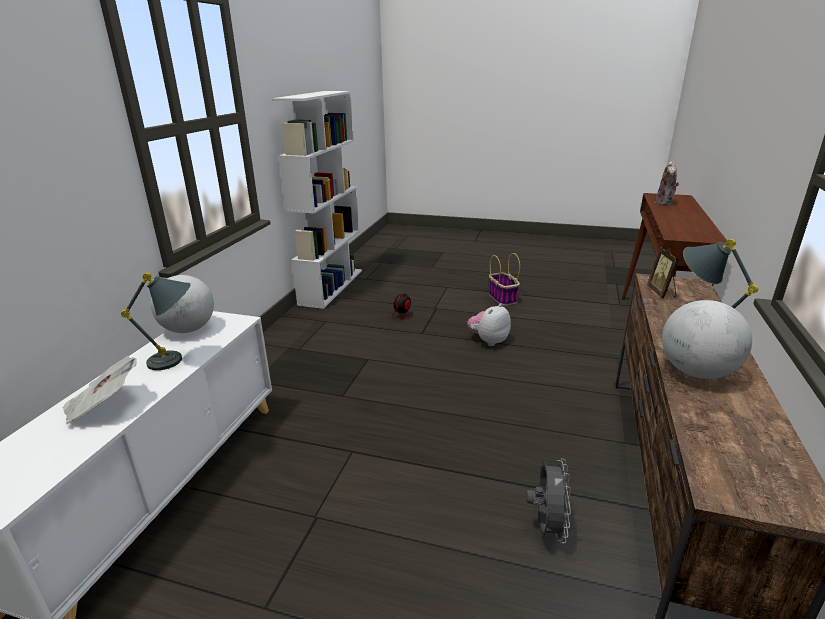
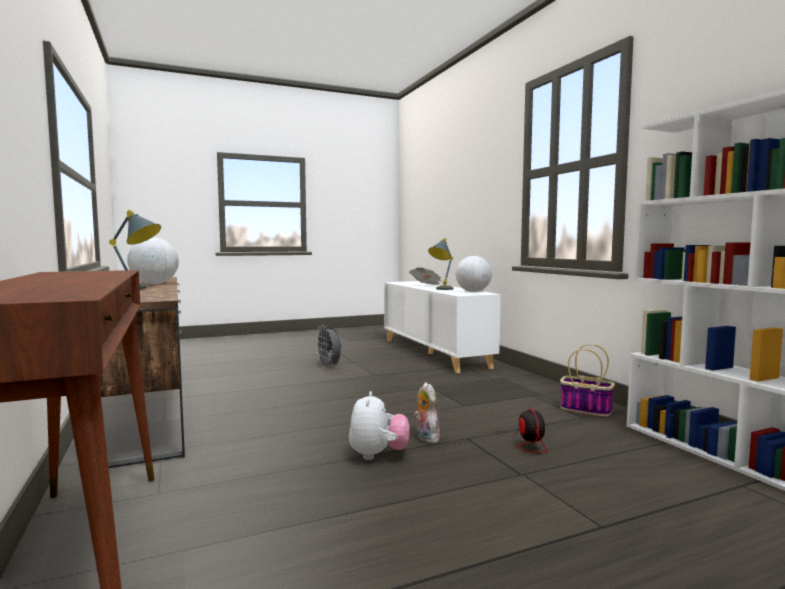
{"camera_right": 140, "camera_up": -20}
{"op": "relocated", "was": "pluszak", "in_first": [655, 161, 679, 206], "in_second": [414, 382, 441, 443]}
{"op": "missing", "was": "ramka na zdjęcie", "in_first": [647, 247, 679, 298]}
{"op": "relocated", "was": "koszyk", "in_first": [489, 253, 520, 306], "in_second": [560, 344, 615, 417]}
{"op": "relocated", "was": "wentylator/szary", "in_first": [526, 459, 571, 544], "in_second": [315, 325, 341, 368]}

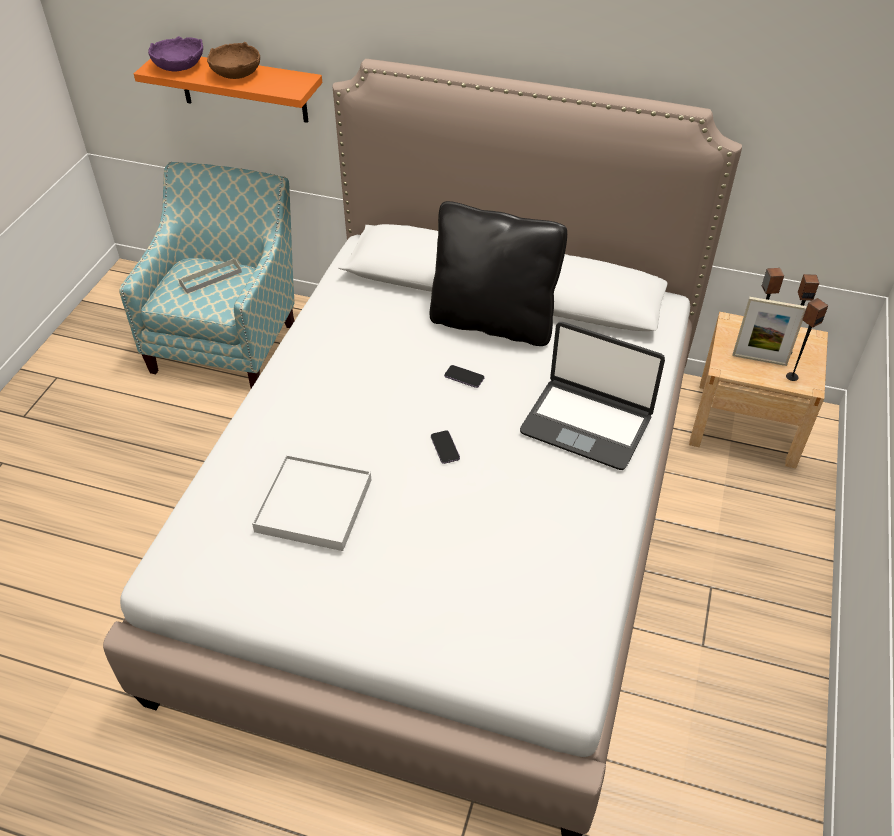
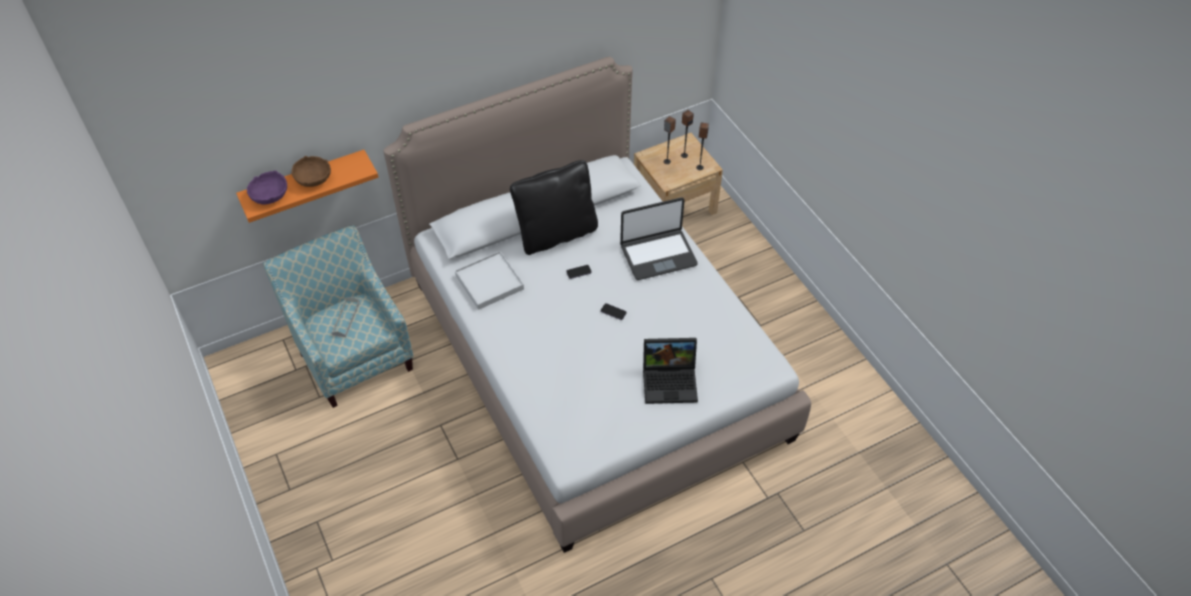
{"camera_right": -45, "camera_up": 5}
{"op": "missing", "was": "ramka na zdjęcie", "in_first": [732, 297, 807, 366]}
{"op": "relocated", "was": "taca/biały", "in_first": [252, 455, 371, 551], "in_second": [455, 251, 524, 310]}
{"op": "appeared", "now": "laptop", "in_second": [643, 338, 698, 404]}

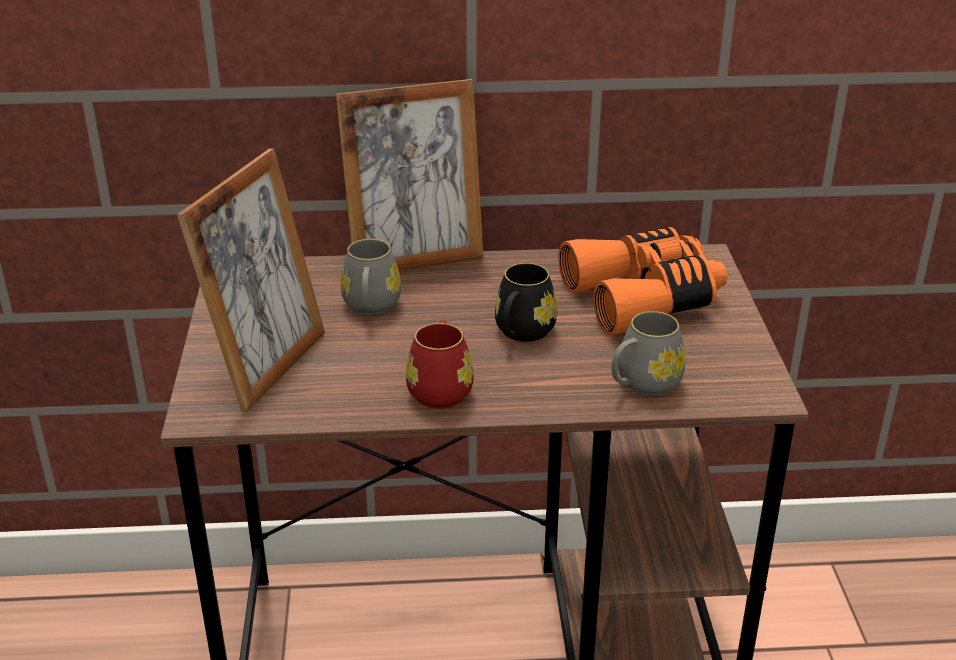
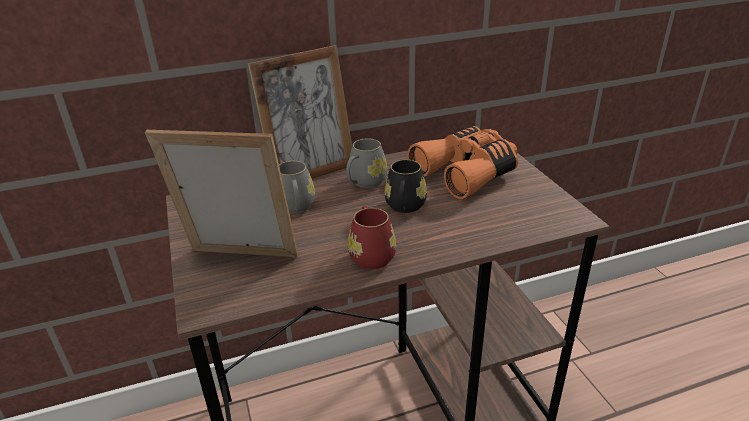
{"camera_right": -15, "camera_up": 0}
{"op": "spun", "was": "ramka na zdjęcie", "in_first": [177, 148, 325, 412], "in_second": [145, 130, 298, 257], "clockwise": -90}
{"op": "relocated", "was": "kubek/szary", "in_first": [612, 311, 685, 395], "in_second": [346, 138, 387, 188]}

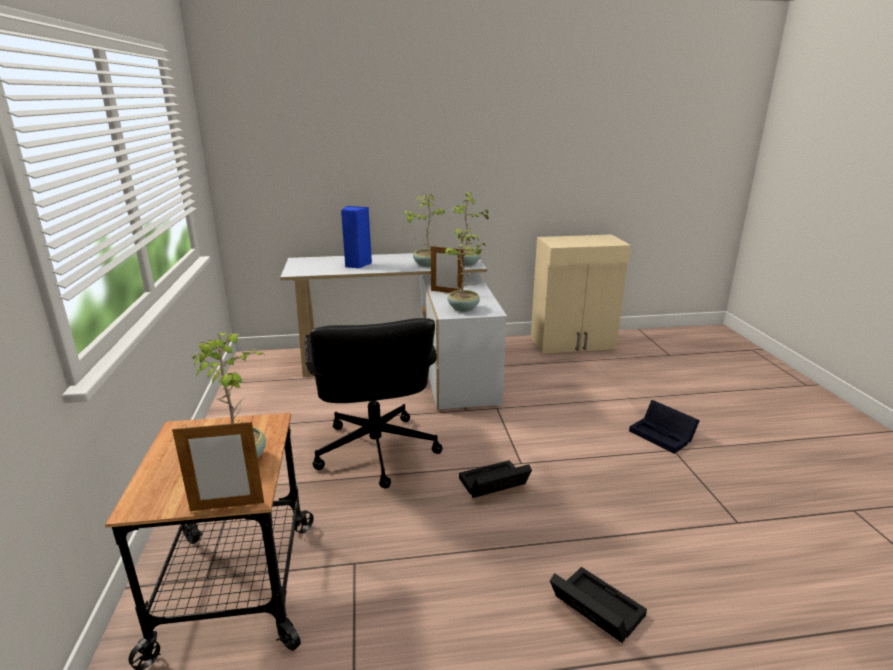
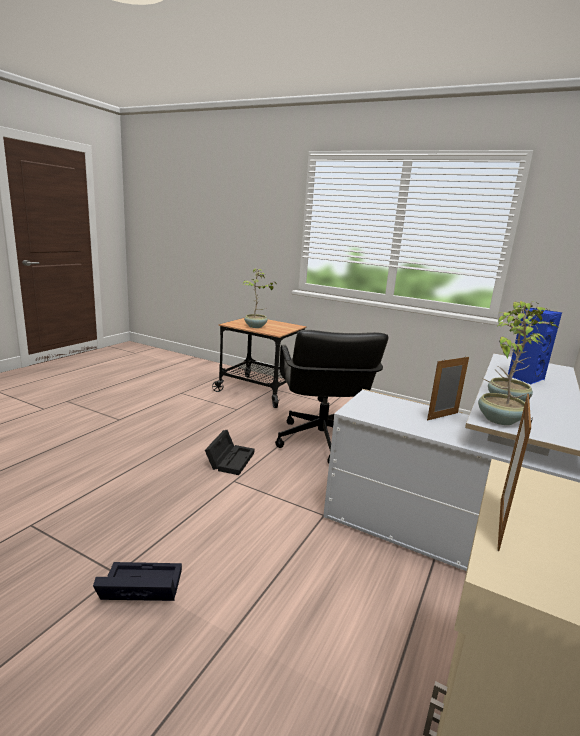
{"camera_right": 125, "camera_up": -5}
{"op": "missing", "was": "roślina doniczkowa", "in_first": [443, 228, 485, 312]}
{"op": "spun", "was": "krzesło biurowe/czarny", "in_first": [305, 318, 443, 489], "in_second": [275, 330, 388, 463], "clockwise": -120}
{"op": "relocated", "was": "ramka na zdjęcie", "in_first": [172, 420, 264, 511], "in_second": [497, 394, 533, 551]}
{"op": "missing", "was": "pojemnik do przechowywania/czarny", "in_first": [550, 567, 647, 643]}

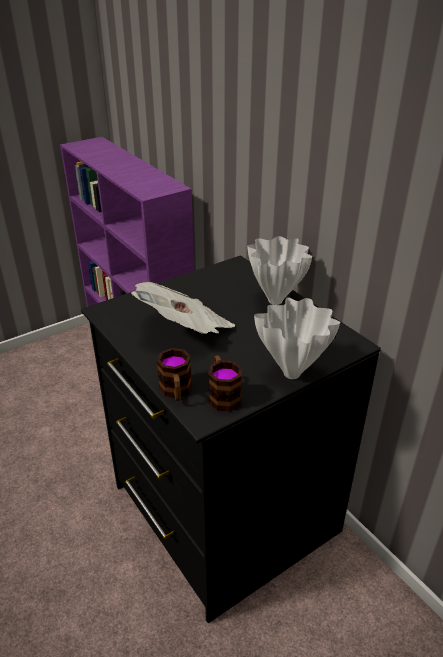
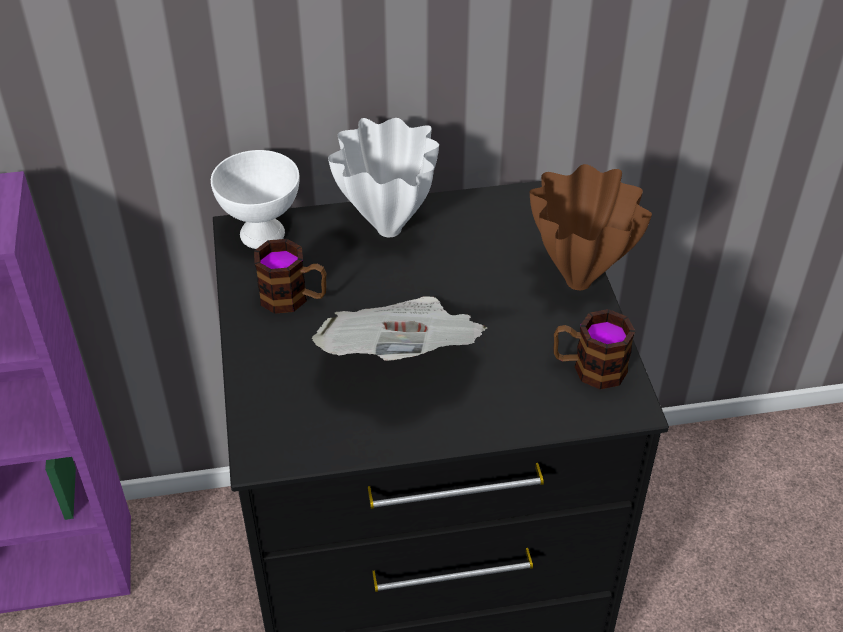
{"camera_right": -65, "camera_up": 10}
{"op": "colour", "was": "wazon/biały", "now": "wazon/brązowy", "in_first": [254, 297, 340, 379], "in_second": [530, 164, 652, 290]}
{"op": "relocated", "was": "kubek", "in_first": [157, 348, 192, 401], "in_second": [254, 239, 327, 314]}
{"op": "appeared", "now": "miska/biały", "in_second": [211, 150, 300, 249]}

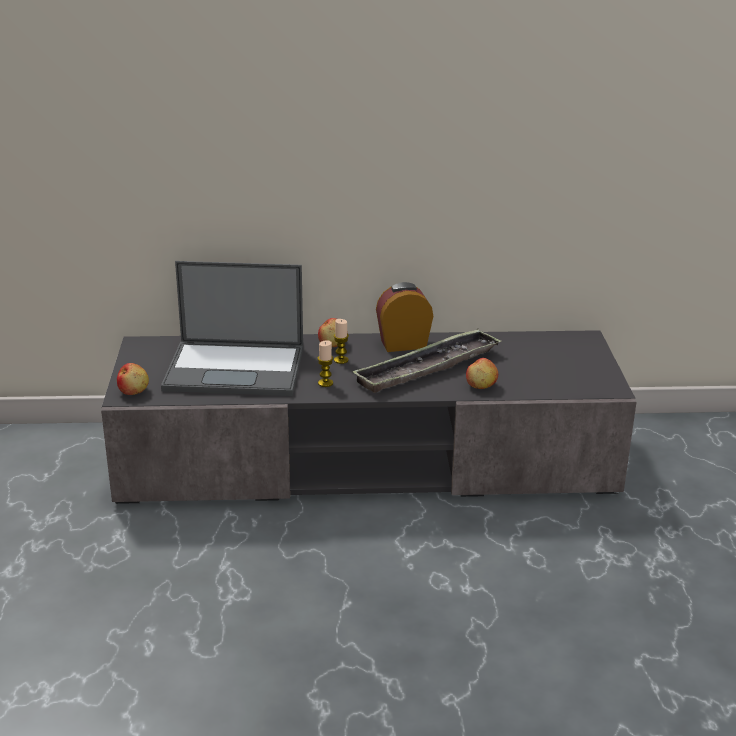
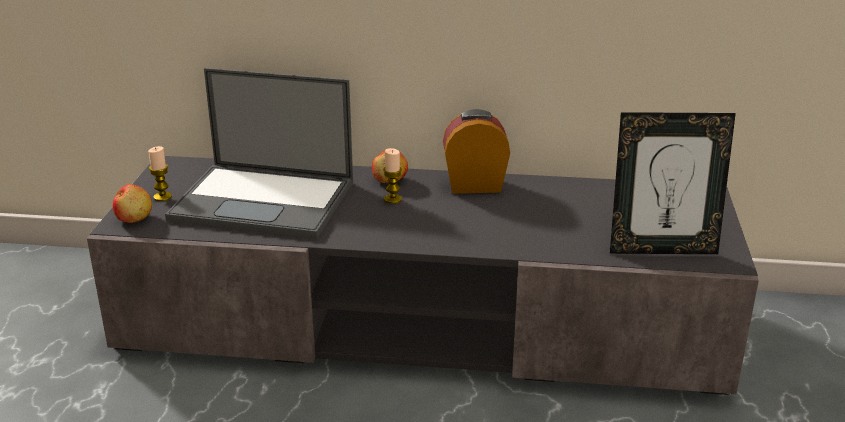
{"camera_right": 10, "camera_up": 0}
{"op": "missing", "was": "taca", "in_first": [352, 328, 502, 393]}
{"op": "relocated", "was": "świeca", "in_first": [318, 340, 333, 387], "in_second": [148, 146, 172, 201]}
{"op": "missing", "was": "jabłko", "in_first": [466, 358, 498, 389]}
{"op": "appeared", "now": "ramka na zdjęcie", "in_second": [610, 112, 736, 254]}

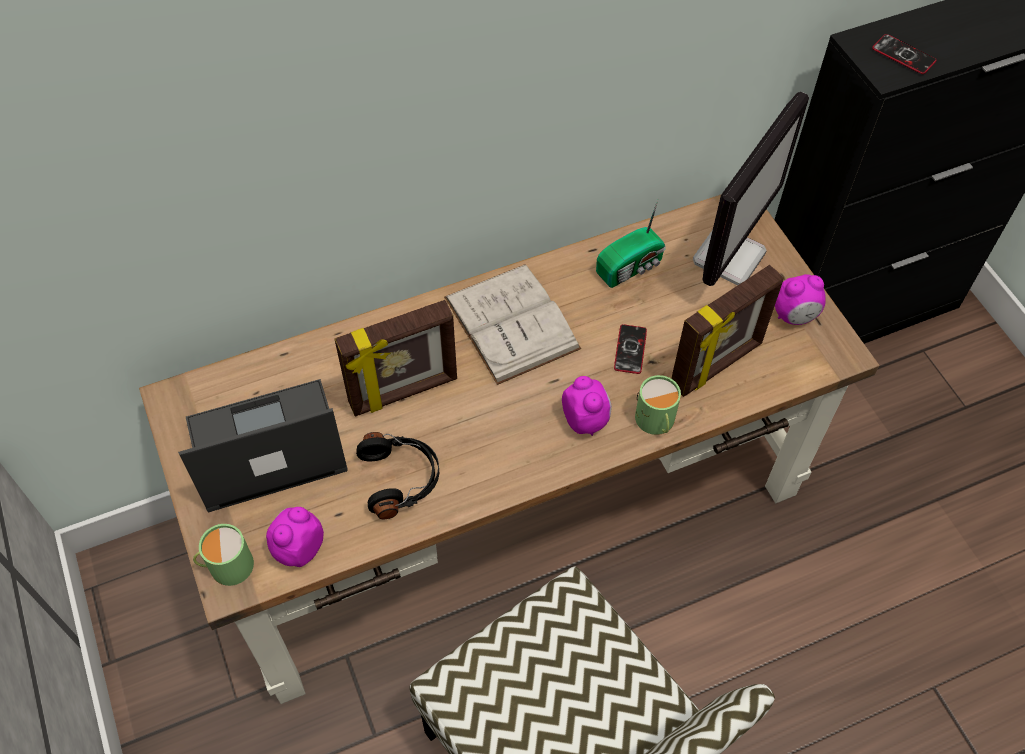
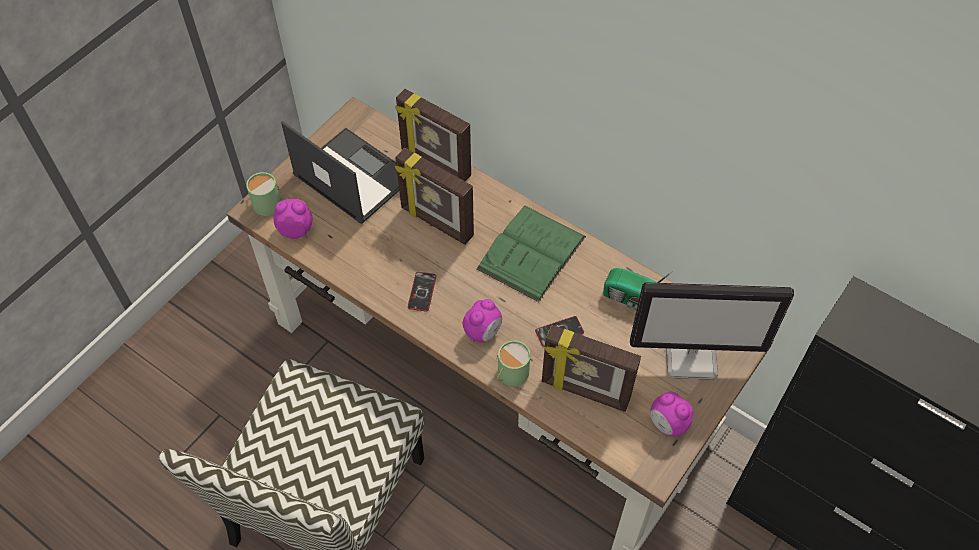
{"camera_right": 60, "camera_up": 0}
{"op": "relocated", "was": "telefon", "in_first": [872, 34, 937, 74], "in_second": [408, 272, 436, 312]}
{"op": "colour", "was": "książka/biały", "now": "książka/zielony", "in_first": [444, 264, 581, 385], "in_second": [476, 206, 586, 302]}
{"op": "missing", "was": "słuchawki/czarny", "in_first": [356, 432, 439, 520]}
{"op": "appeared", "now": "ramka na zdjęcie", "in_second": [395, 89, 471, 182]}

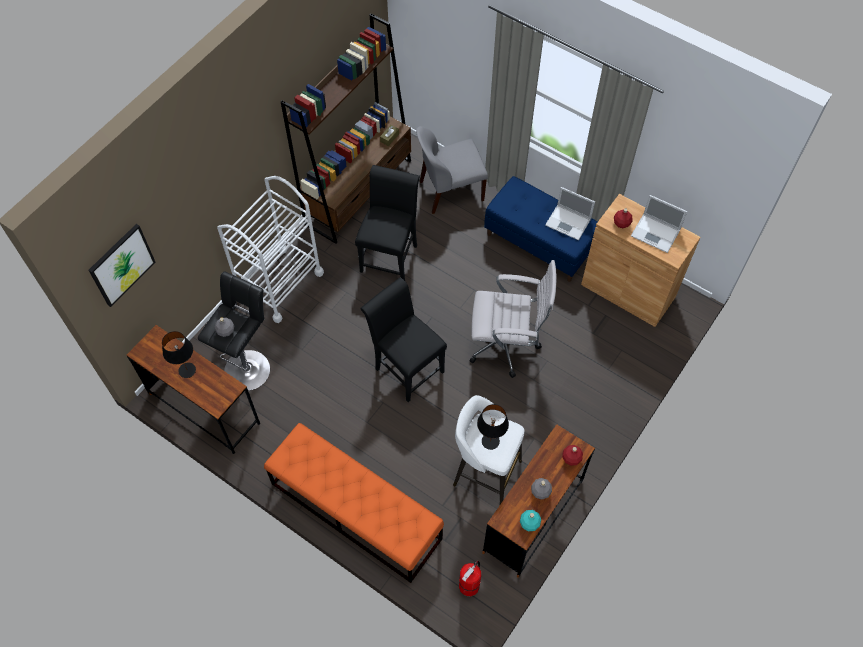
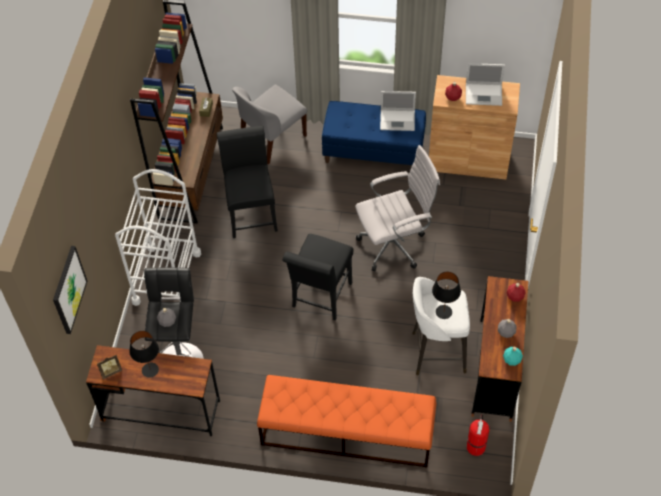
{"camera_right": -25, "camera_up": -5}
{"op": "spun", "was": "krzesło/czarny", "in_first": [360, 278, 447, 402], "in_second": [282, 234, 353, 320], "clockwise": -90}
{"op": "appeared", "now": "ramka na zdjęcie", "in_second": [97, 355, 122, 379]}

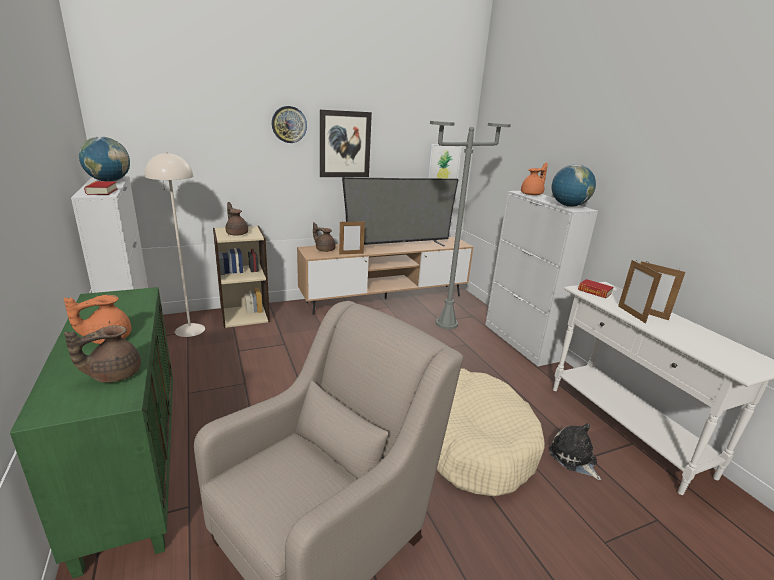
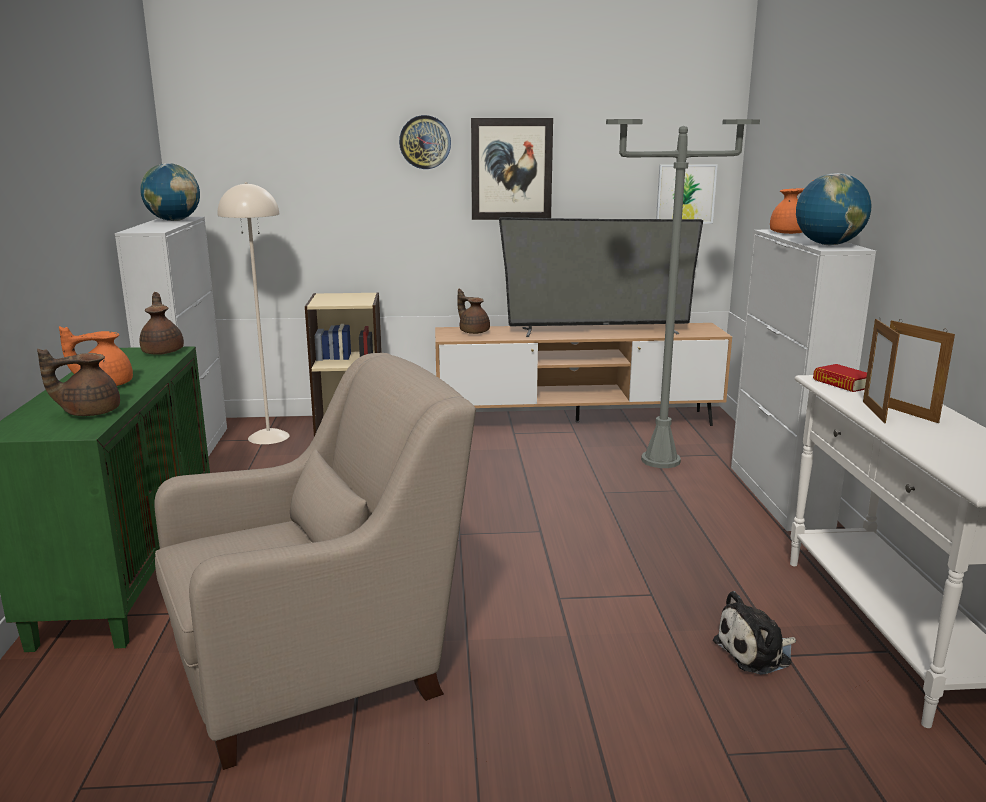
{"camera_right": 20, "camera_up": -5}
{"op": "missing", "was": "książka", "in_first": [84, 181, 117, 195]}
{"op": "relocated", "was": "imbryk/brązowy", "in_first": [226, 202, 248, 236], "in_second": [140, 292, 184, 355]}
{"op": "missing", "was": "ramka na zdjęcie", "in_first": [339, 220, 365, 254]}
{"op": "missing", "was": "legowisko/beżowy", "in_first": [437, 368, 545, 497]}
{"op": "spun", "was": "pluszak", "in_first": [549, 423, 601, 480], "in_second": [713, 591, 796, 675], "clockwise": -105}

